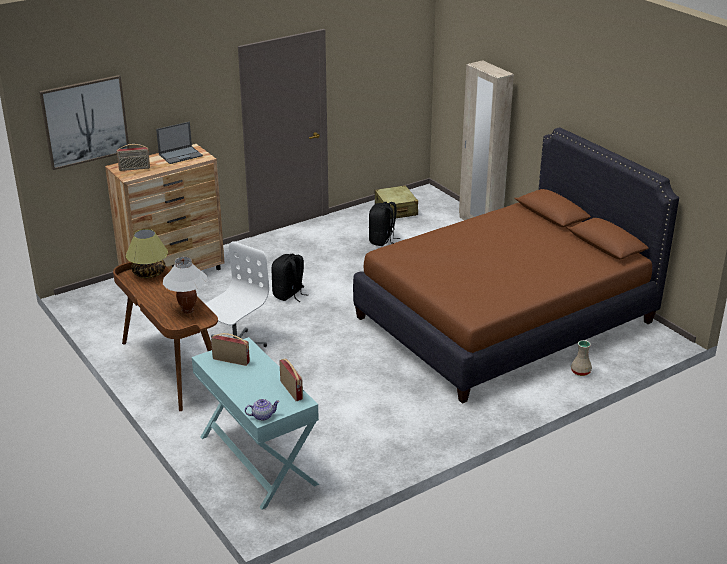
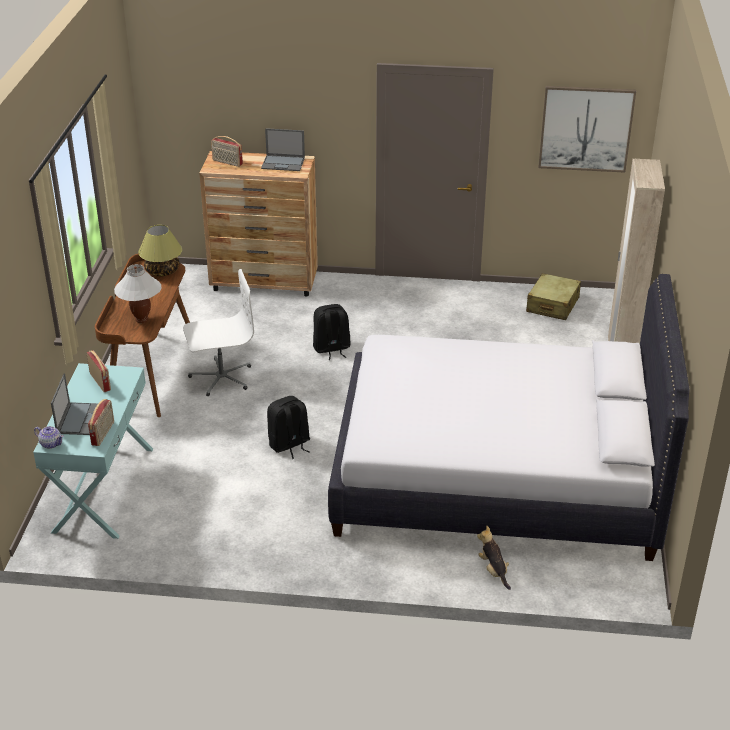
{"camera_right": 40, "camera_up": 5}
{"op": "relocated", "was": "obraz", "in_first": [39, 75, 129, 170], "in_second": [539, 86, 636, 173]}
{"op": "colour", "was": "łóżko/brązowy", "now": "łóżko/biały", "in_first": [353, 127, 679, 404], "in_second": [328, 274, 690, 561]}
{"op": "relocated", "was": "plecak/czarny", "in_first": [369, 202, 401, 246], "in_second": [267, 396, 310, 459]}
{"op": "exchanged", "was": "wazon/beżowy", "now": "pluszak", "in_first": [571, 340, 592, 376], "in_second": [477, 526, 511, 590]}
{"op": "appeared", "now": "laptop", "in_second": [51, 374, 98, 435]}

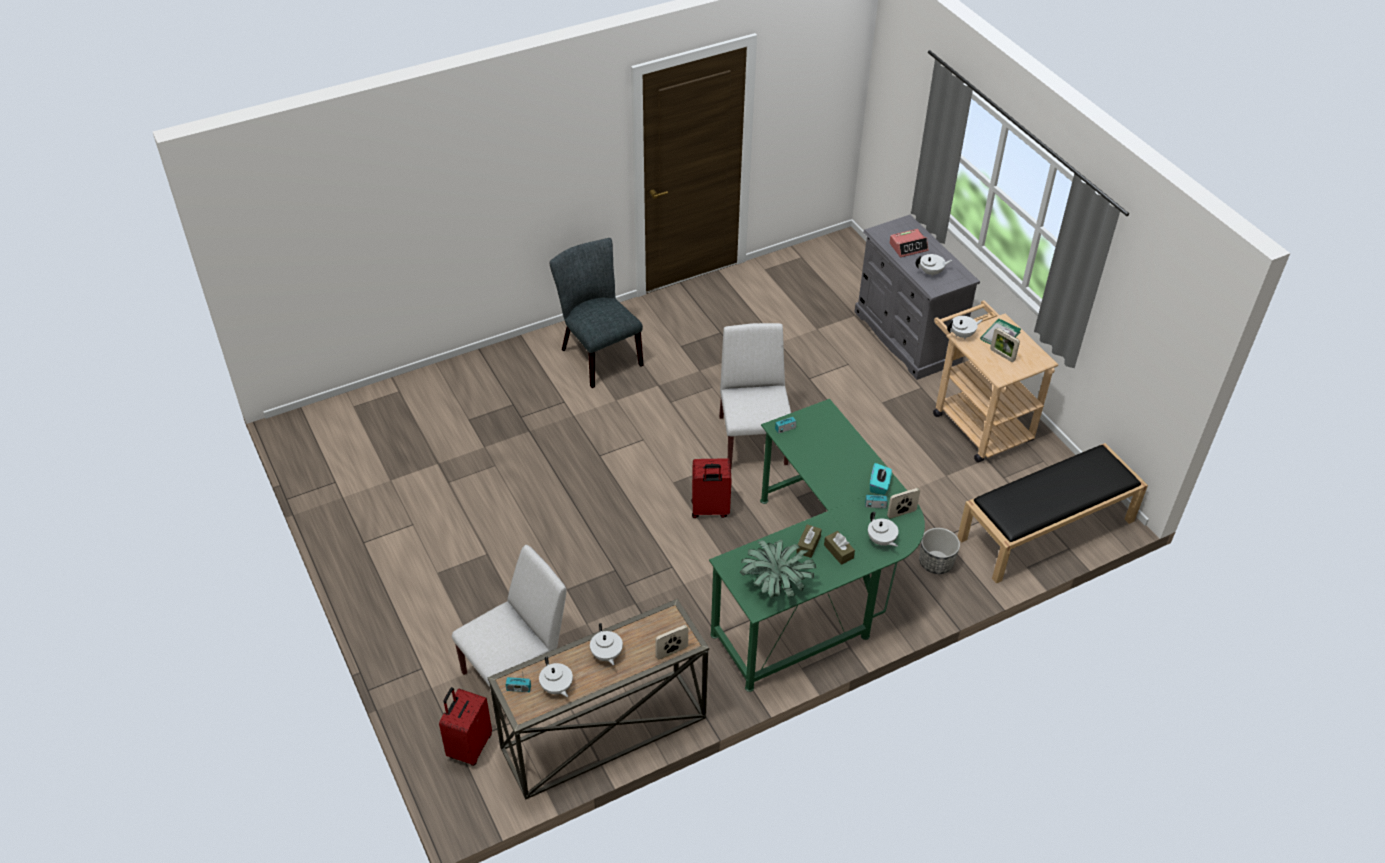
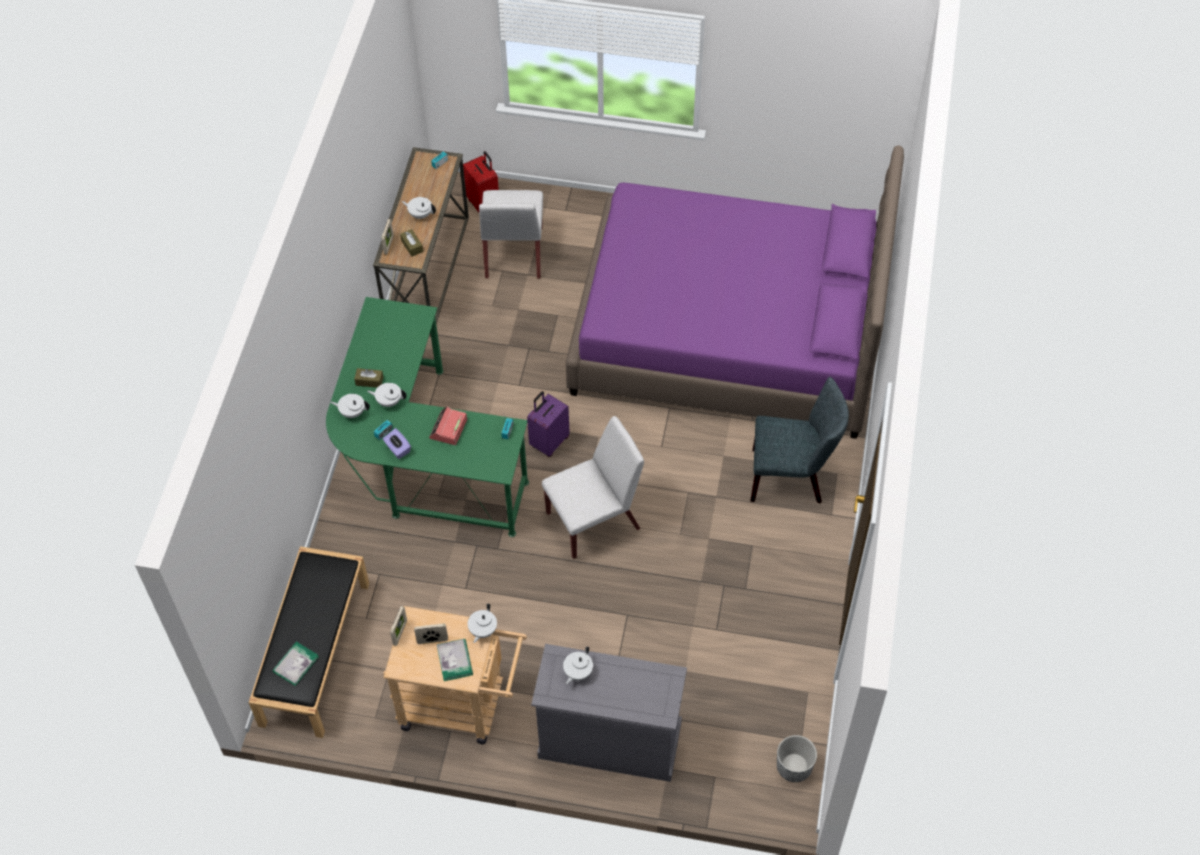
{"camera_right": 130, "camera_up": 10}
{"op": "relocated", "was": "budzik", "in_first": [889, 229, 929, 257], "in_second": [429, 407, 467, 445]}
{"op": "spun", "was": "krzesło/biały", "in_first": [719, 323, 791, 469], "in_second": [542, 416, 644, 559], "clockwise": -60}
{"op": "colour", "was": "walizka/czerwony", "now": "walizka/fioletowy", "in_first": [691, 458, 732, 518], "in_second": [527, 391, 570, 457]}
{"op": "colour", "was": "pudełko chusteczek/turkusowy", "now": "pudełko chusteczek/fioletowy", "in_first": [870, 463, 892, 495], "in_second": [383, 428, 411, 459]}
{"op": "relocated", "was": "ramka na zdjęcie", "in_first": [887, 488, 920, 519], "in_second": [390, 606, 407, 646]}
{"op": "relocated", "was": "pudełko chusteczek/brązowy", "in_first": [796, 524, 822, 558], "in_second": [400, 229, 423, 257]}
{"op": "relocated", "was": "donica", "in_first": [919, 528, 960, 574], "in_second": [777, 735, 817, 782]}
{"op": "missing", "was": "roślina doniczkowa", "in_first": [740, 539, 816, 598]}
{"op": "relocated", "was": "imbryk/biały", "in_first": [539, 657, 573, 697], "in_second": [367, 383, 406, 407]}
{"op": "appeared", "now": "łóżko/fioletowy", "in_second": [566, 145, 904, 439]}
{"op": "appeared", "now": "książka", "in_second": [272, 641, 318, 686]}

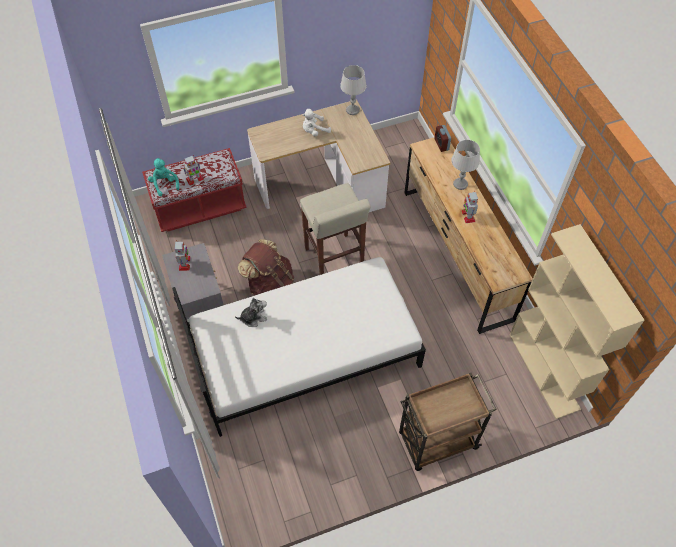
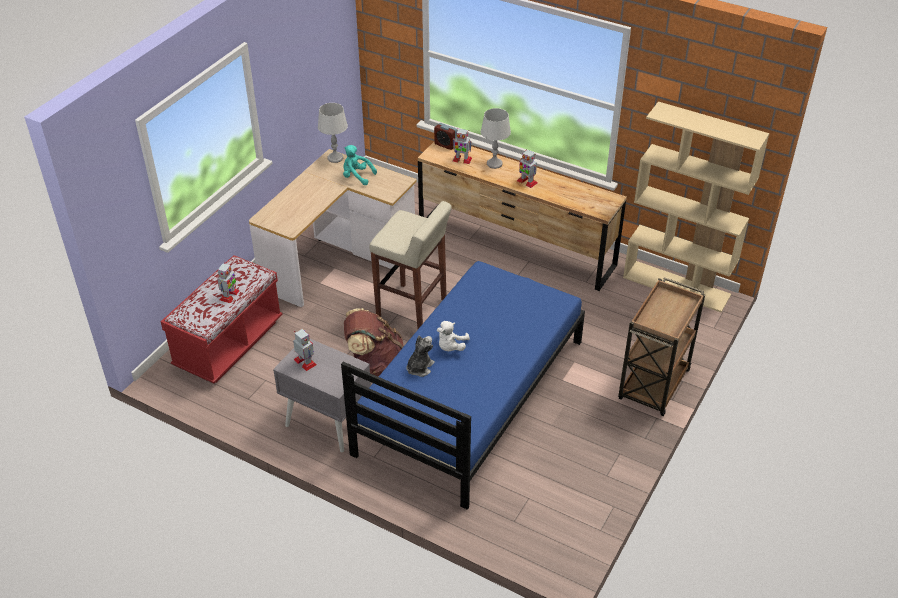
{"camera_right": -40, "camera_up": -15}
{"op": "relocated", "was": "pluszak/biały", "in_first": [302, 109, 331, 136], "in_second": [437, 321, 470, 351]}
{"op": "relocated", "was": "pluszak/turkusowy", "in_first": [148, 158, 179, 196], "in_second": [343, 145, 377, 185]}
{"op": "colour", "was": "łóżko/biały", "now": "łóżko/niebieski", "in_first": [172, 257, 426, 437], "in_second": [341, 261, 585, 510]}
{"op": "appeared", "now": "robot zabawkowy", "in_second": [453, 128, 472, 164]}

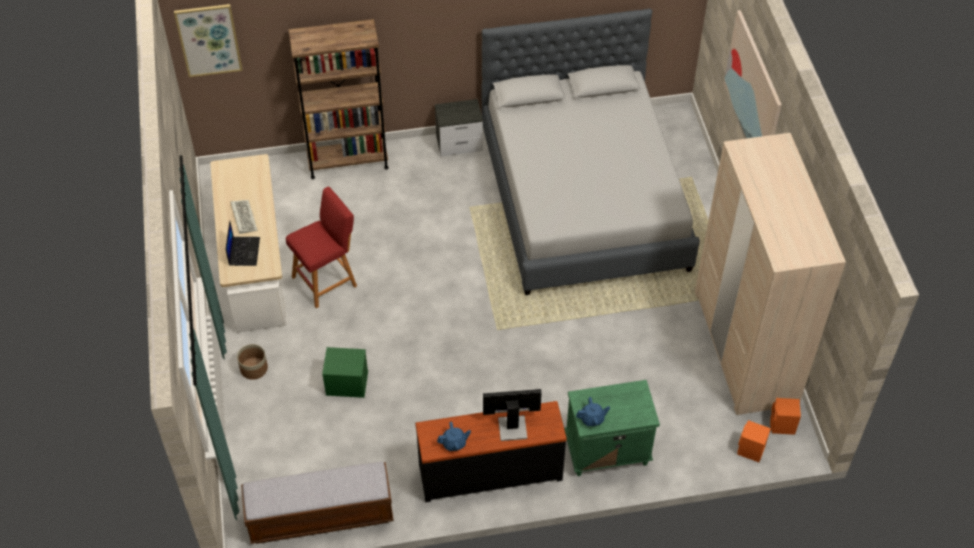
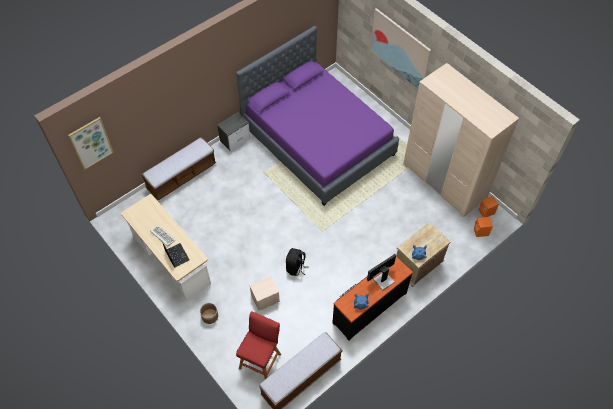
{"camera_right": -30, "camera_up": 5}
{"op": "colour", "was": "łóżko/szary", "now": "łóżko/fioletowy", "in_first": [481, 8, 700, 295], "in_second": [236, 26, 399, 206]}
{"op": "exchanged", "was": "regał/brązowy", "now": "ławka", "in_first": [289, 19, 388, 179], "in_second": [141, 137, 216, 201]}
{"op": "relocated", "was": "stołek/czerwony", "in_first": [286, 187, 357, 308], "in_second": [236, 311, 281, 379]}
{"op": "colour", "was": "pojemnik do przechowywania/zielony", "now": "pojemnik do przechowywania/beżowy", "in_first": [322, 347, 368, 398], "in_second": [249, 276, 280, 311]}
{"op": "colour", "was": "szafka nocna/zielony", "now": "szafka nocna/beżowy", "in_first": [564, 380, 660, 476], "in_second": [396, 222, 451, 287]}
{"op": "appeared", "now": "plecak/czarny", "in_second": [286, 248, 305, 276]}

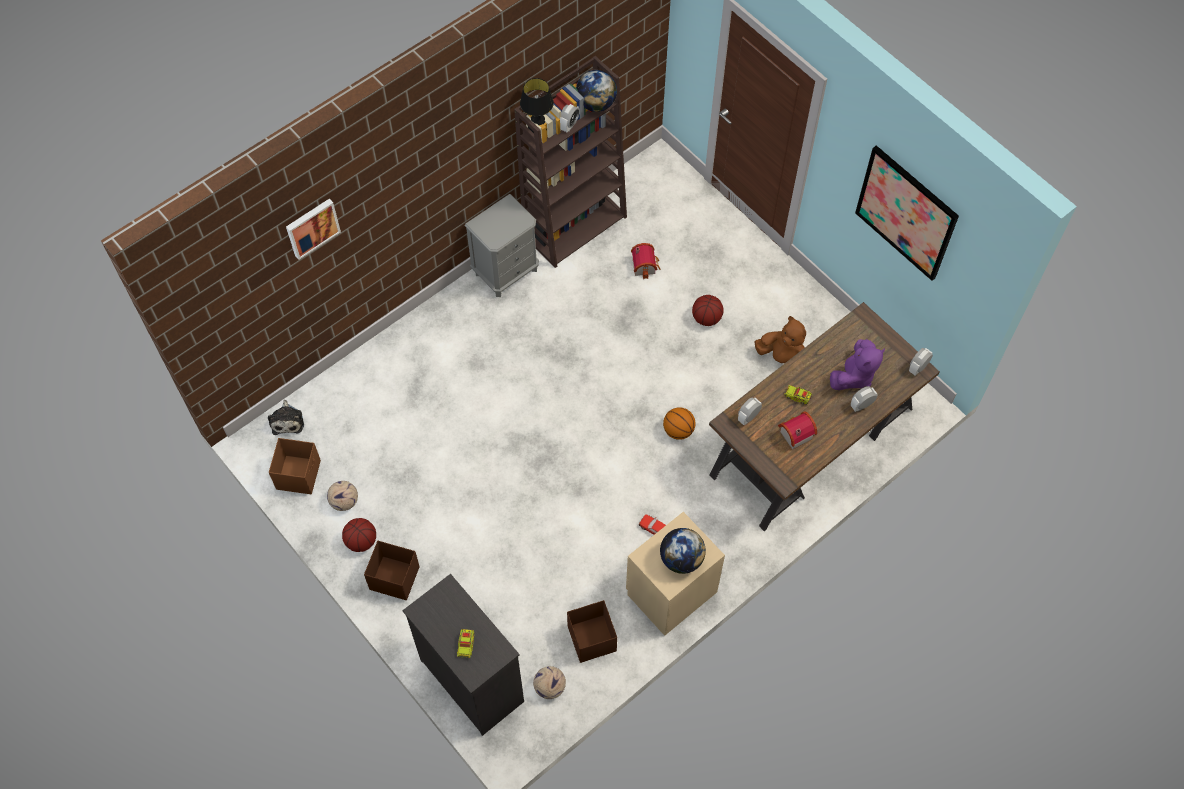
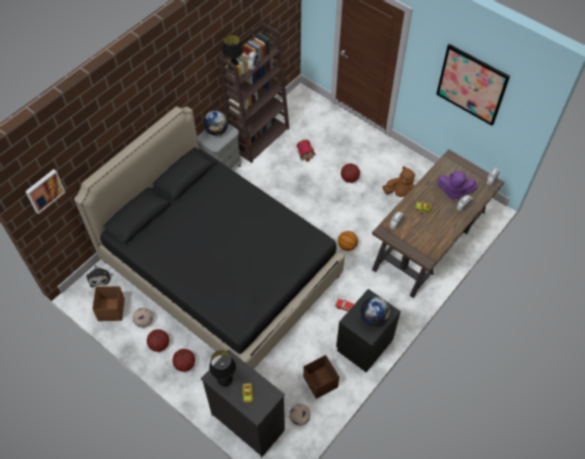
{"camera_right": -10, "camera_up": -5}
{"op": "relocated", "was": "globus", "in_first": [576, 70, 617, 112], "in_second": [203, 110, 228, 136]}
{"op": "relocated", "was": "obraz", "in_first": [286, 199, 341, 260], "in_second": [25, 169, 65, 214]}
{"op": "spun", "was": "pluszak/fioletowy", "in_first": [830, 339, 885, 390], "in_second": [437, 171, 478, 201], "clockwise": 75}
{"op": "missing", "was": "domek", "in_first": [778, 411, 817, 449]}
{"op": "colour", "was": "szafka nocna/beżowy", "now": "szafka nocna/czarny", "in_first": [626, 512, 725, 636], "in_second": [336, 289, 401, 372]}
{"op": "exchanged", "was": "pojemnik do przechowywania/brązowy", "now": "piłka do koszykówki", "in_first": [364, 541, 420, 600], "in_second": [172, 349, 195, 372]}
{"op": "appeared", "now": "łóżko/czarny", "in_second": [74, 106, 345, 369]}
{"op": "appeared", "now": "lampa stołowa/czarny", "in_second": [209, 350, 236, 386]}

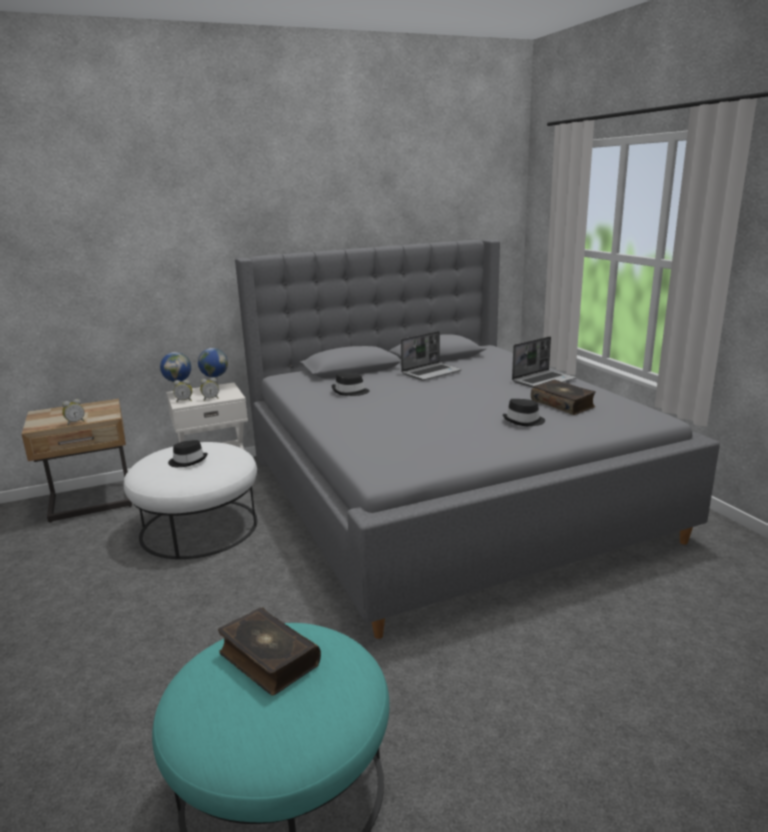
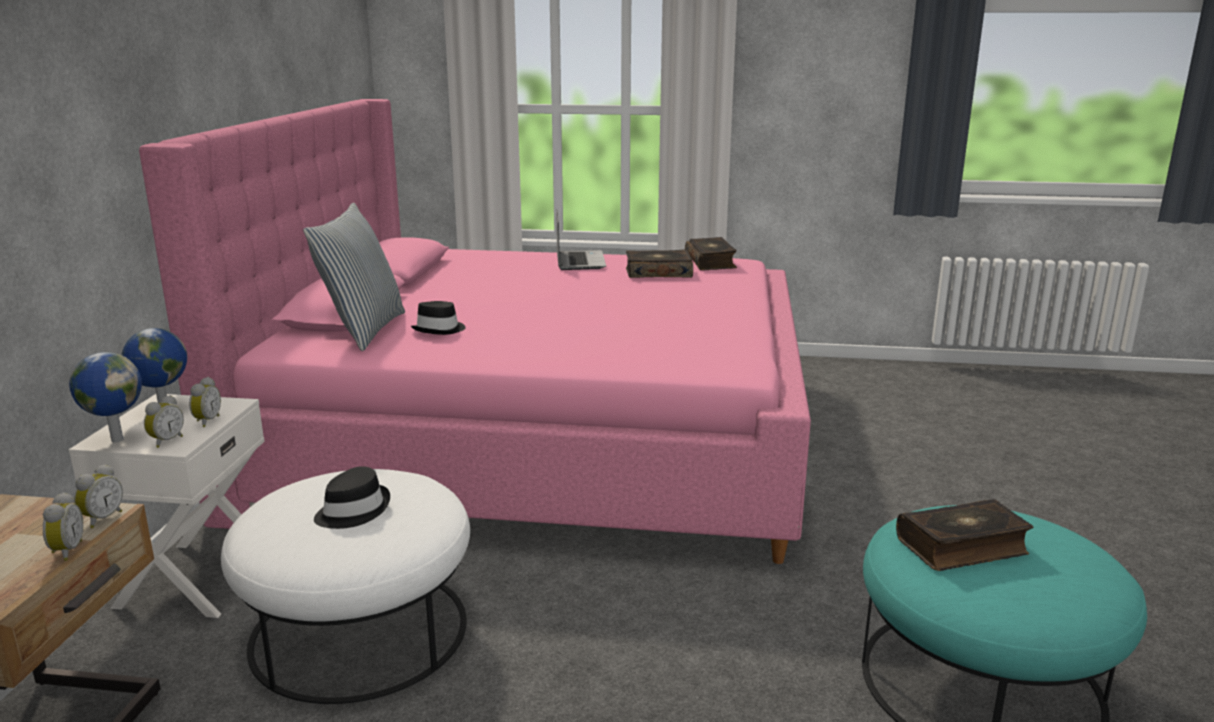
{"camera_right": -60, "camera_up": 0}
{"op": "colour", "was": "łóżko/szary", "now": "łóżko/różowy", "in_first": [235, 239, 720, 639], "in_second": [139, 99, 811, 564]}
{"op": "missing", "was": "laptop", "in_first": [401, 331, 462, 380]}
{"op": "missing", "was": "kapelusz/czarny", "in_first": [503, 399, 545, 426]}
{"op": "appeared", "now": "poduszka", "in_second": [303, 203, 405, 351]}
{"op": "appeared", "now": "książka", "in_second": [685, 237, 737, 270]}
{"op": "appeared", "now": "budzik", "in_second": [74, 464, 123, 528]}

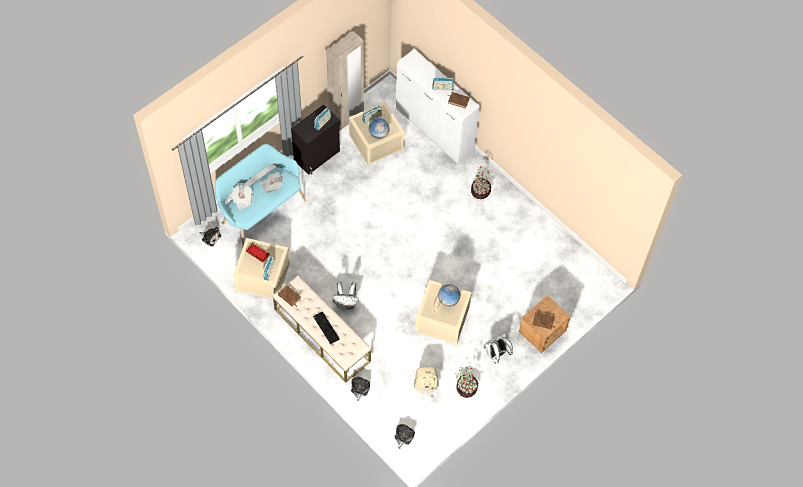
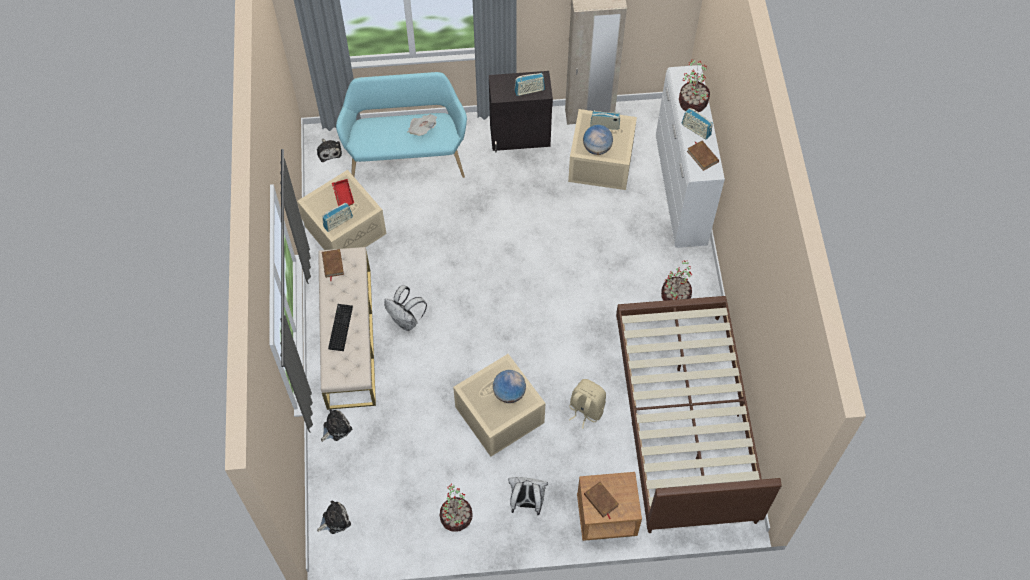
{"camera_right": 40, "camera_up": 0}
{"op": "missing", "was": "gazeta", "in_first": [231, 183, 253, 210]}
{"op": "relocated", "was": "plecak/beżowy", "in_first": [414, 366, 438, 399], "in_second": [569, 379, 606, 428]}
{"op": "appeared", "now": "roślina doniczkowa", "in_second": [679, 59, 710, 113]}
{"op": "appeared", "now": "łóżko/brązowy", "in_second": [616, 296, 782, 533]}

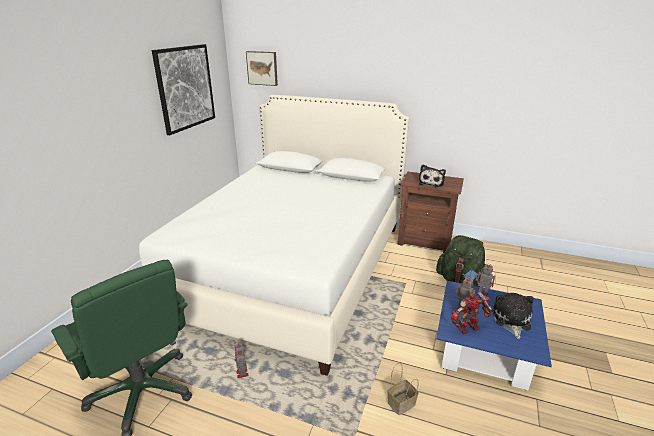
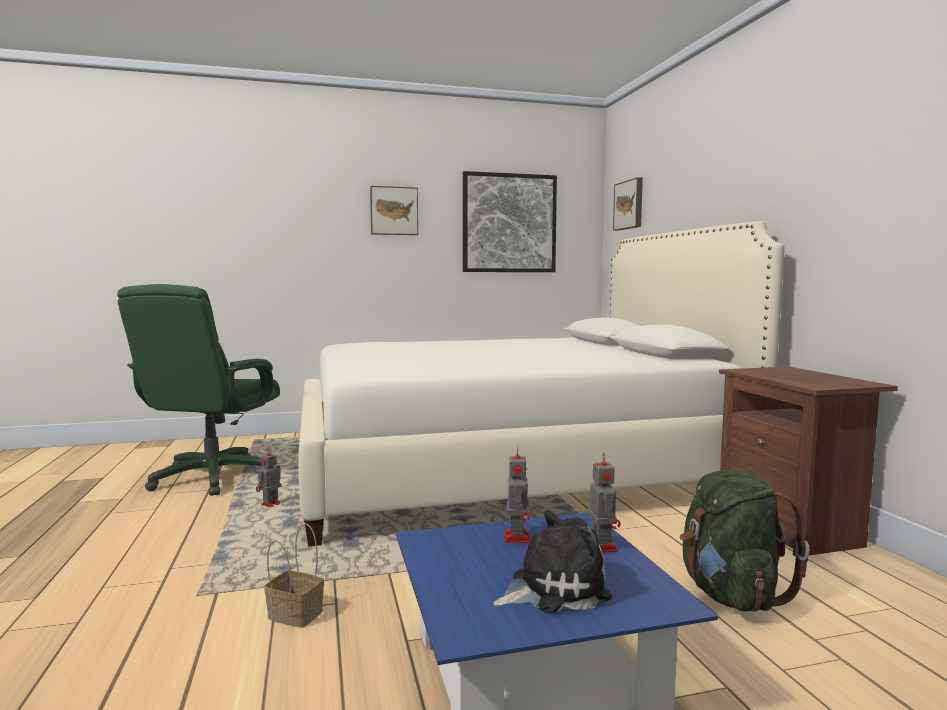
{"camera_right": 55, "camera_up": -20}
{"op": "missing", "was": "pluszak", "in_first": [419, 165, 446, 187]}
{"op": "missing", "was": "robot zabawkowy", "in_first": [451, 292, 492, 334]}
{"op": "appeared", "now": "obraz", "in_second": [370, 186, 418, 235]}

